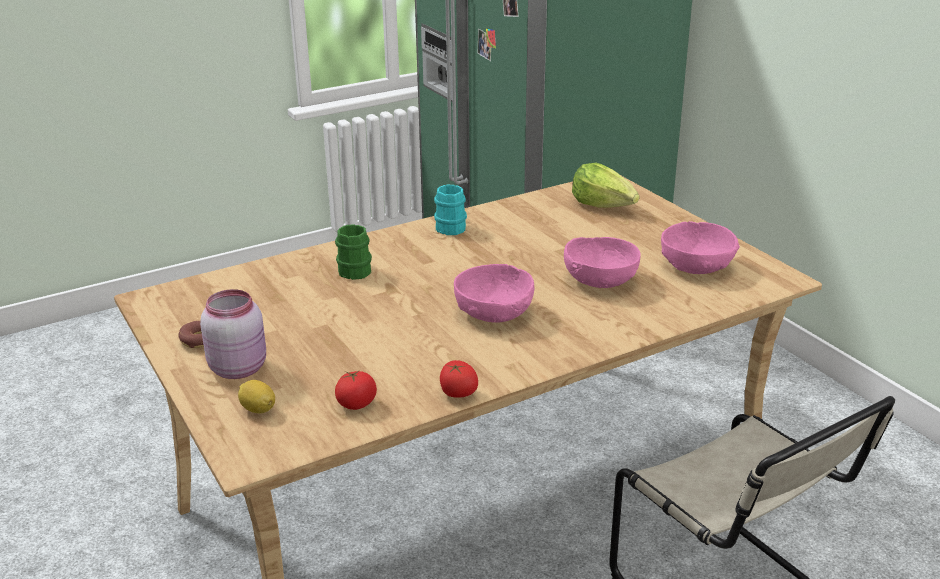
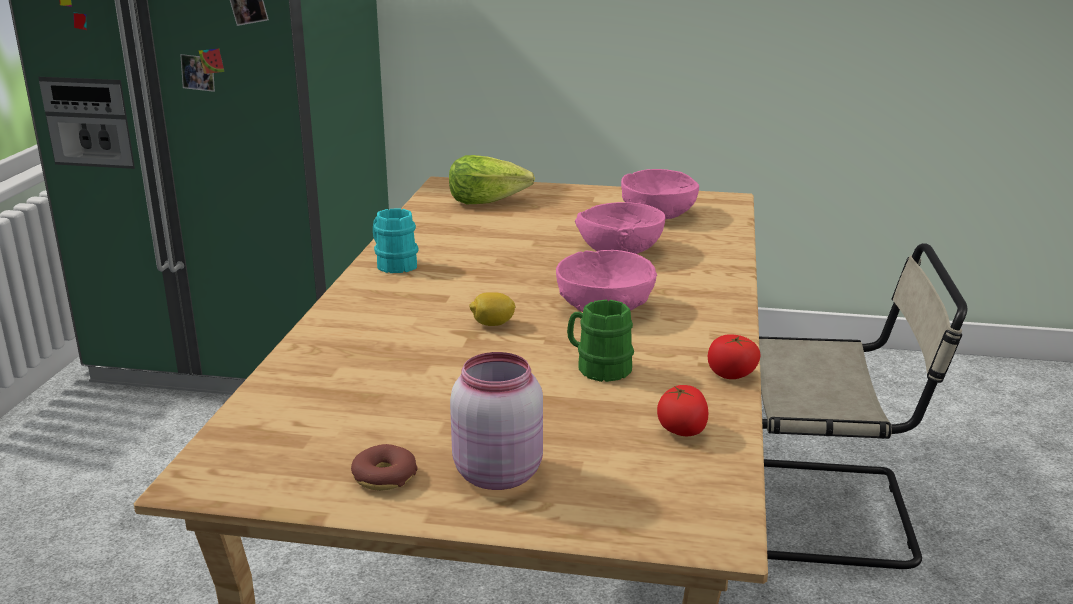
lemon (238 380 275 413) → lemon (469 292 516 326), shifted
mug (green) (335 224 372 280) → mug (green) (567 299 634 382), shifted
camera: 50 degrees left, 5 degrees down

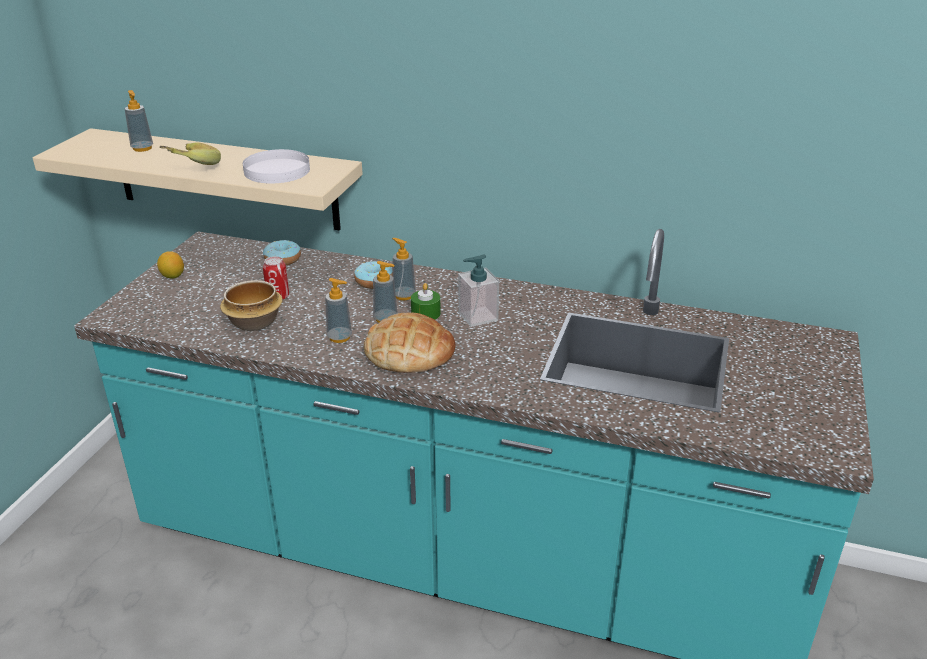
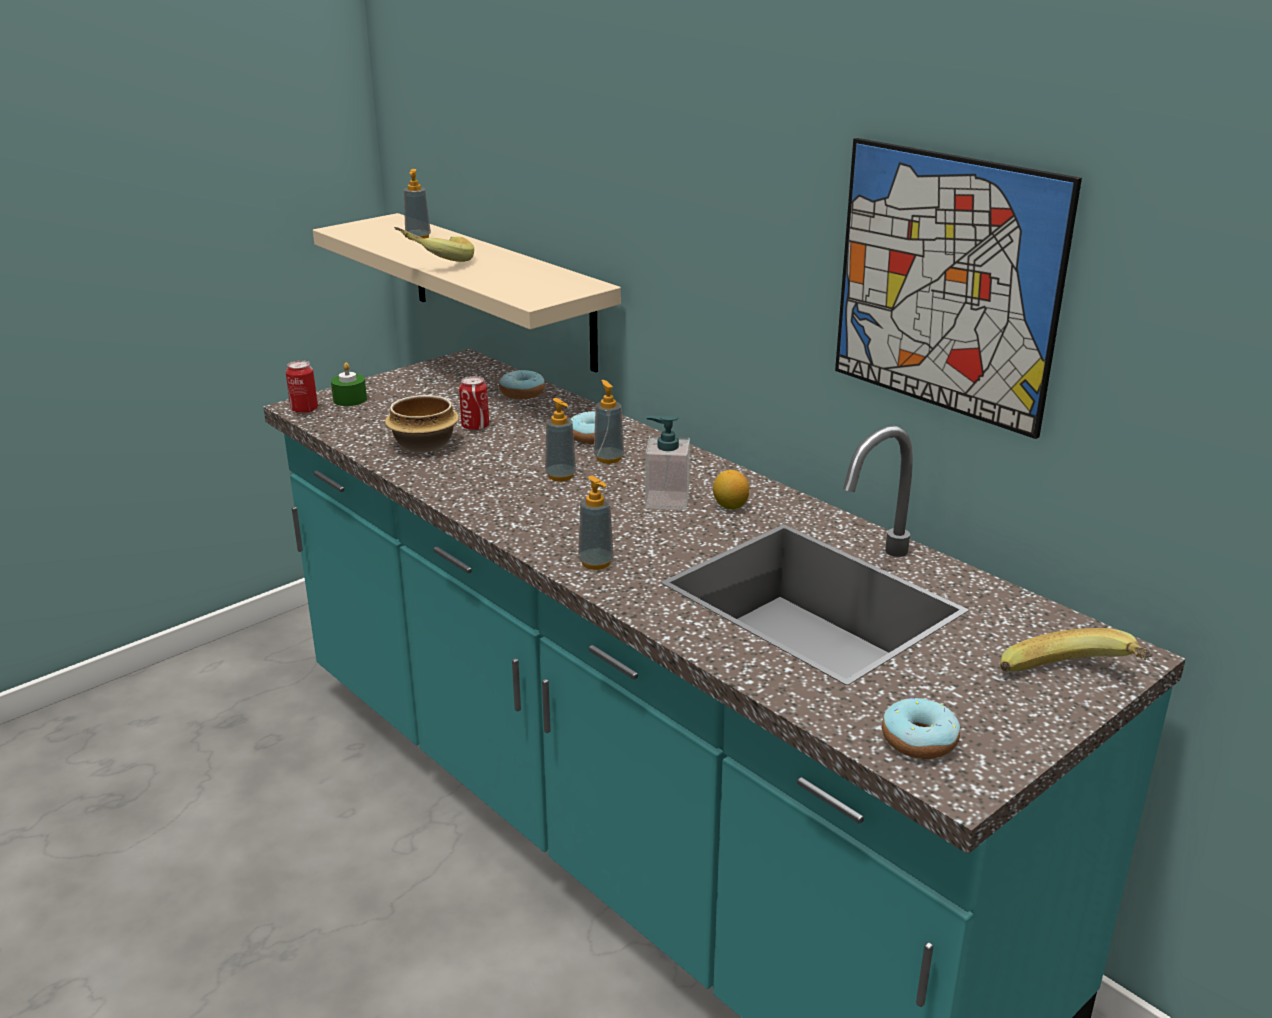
lemon (157 251 184 278) → lemon (713 470 749 510), shifted
plate (white) (243 149 310 183) → -
soap dispenser (325 278 352 343) → soap dispenser (578 475 614 570), shifted
bread (364 312 455 373) → -
candle (green) (411 283 441 320) → candle (green) (331 362 367 406), shifted
- → can (286 360 318 414)
- → picture (835 138 1082 439)
- → donut (882 697 960 759)
- → banana (1000 628 1153 672)
camera: 30 degrees right, 5 degrees down

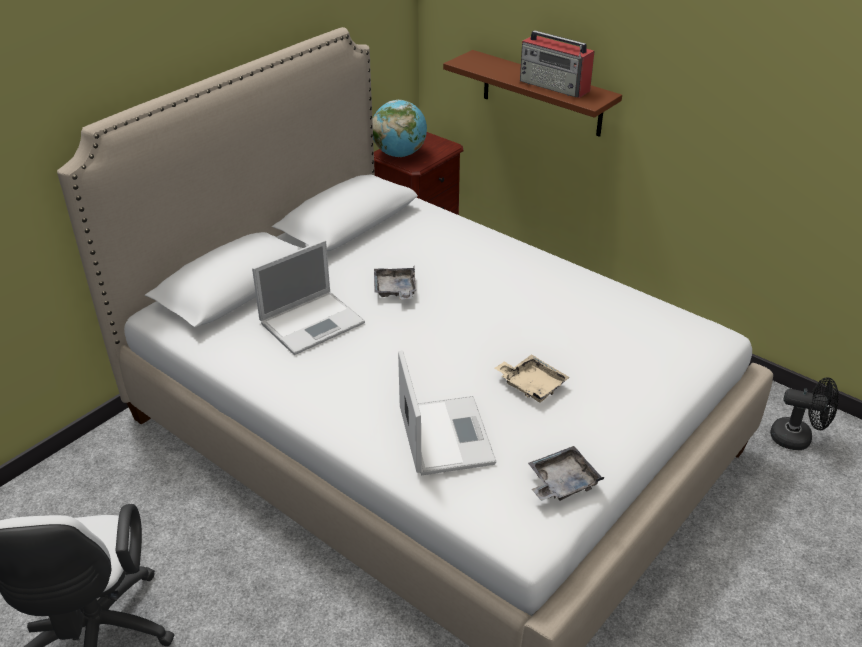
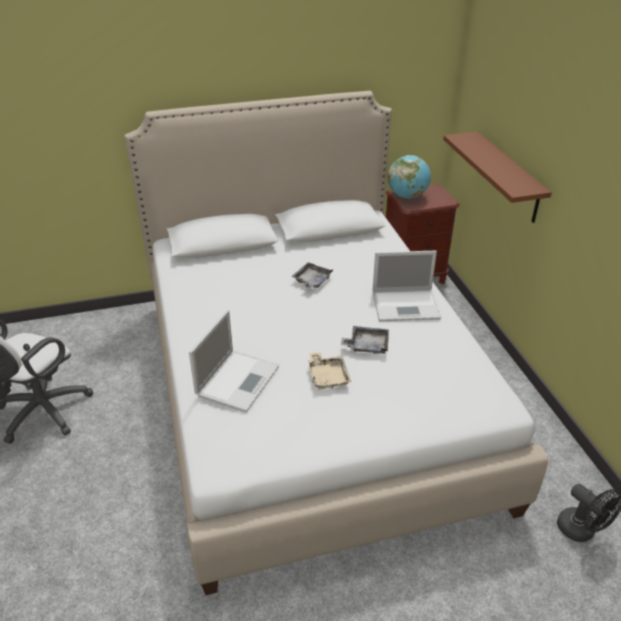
laptop (252 240 365 355) → laptop (373 250 441 321), shifted
radio (520 30 594 98) → -
tray (grey) (528 446 605 501) → tray (grey) (341 326 389 354), shifted
camera: 35 degrees right, 0 degrees up

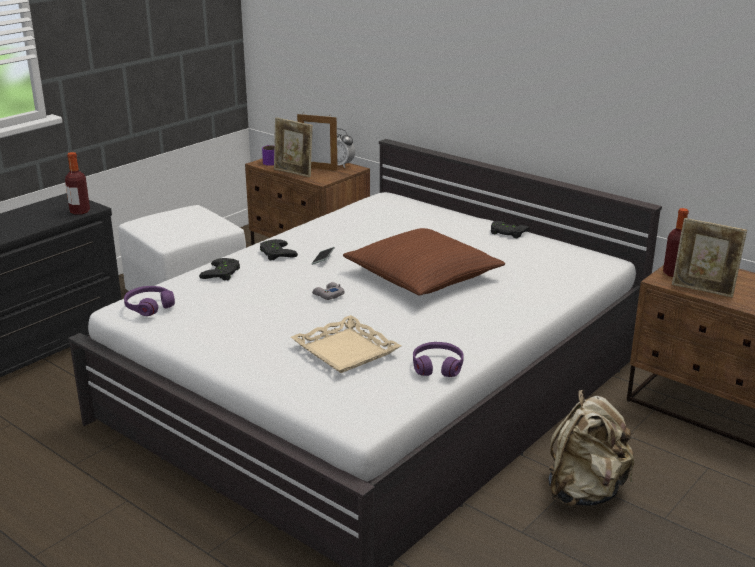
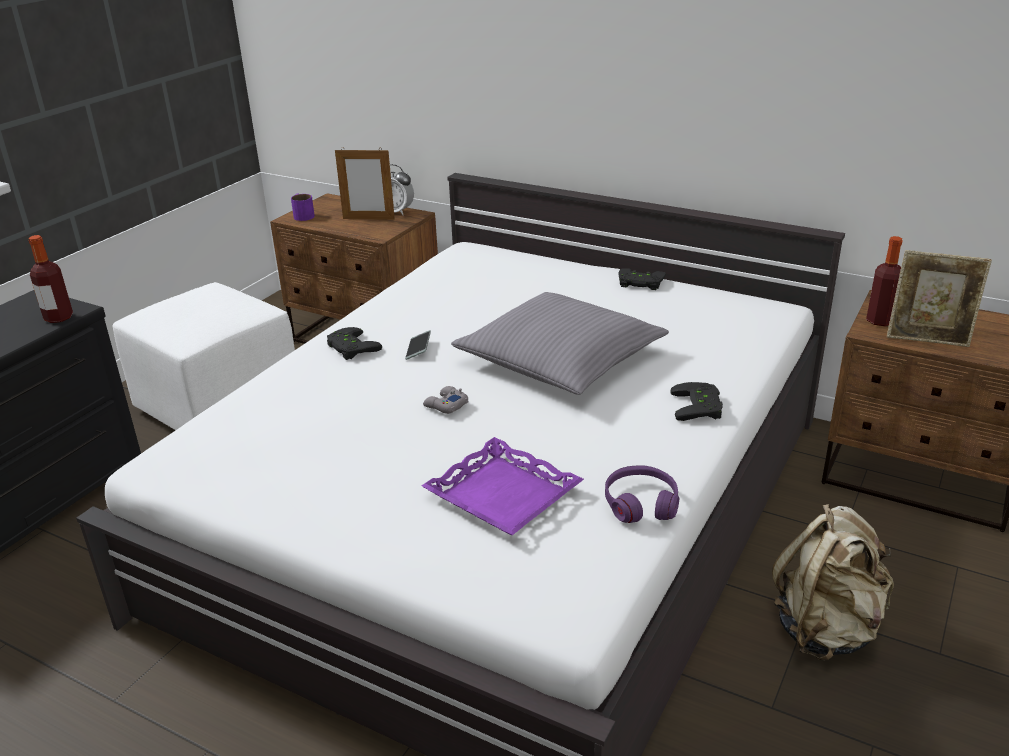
headphones (purple) (124 286 175 316) → -
game controller (black) (199 258 240 280) → game controller (black) (671 382 723 421), shifted
picture frame (274 117 313 177) → -
tray (beige) (291 315 401 373) → tray (purple) (421 437 584 535)
pillow (brown) (343 228 505 295) → pillow (grey) (451 292 669 395)
camera: 10 degrees left, 5 degrees up

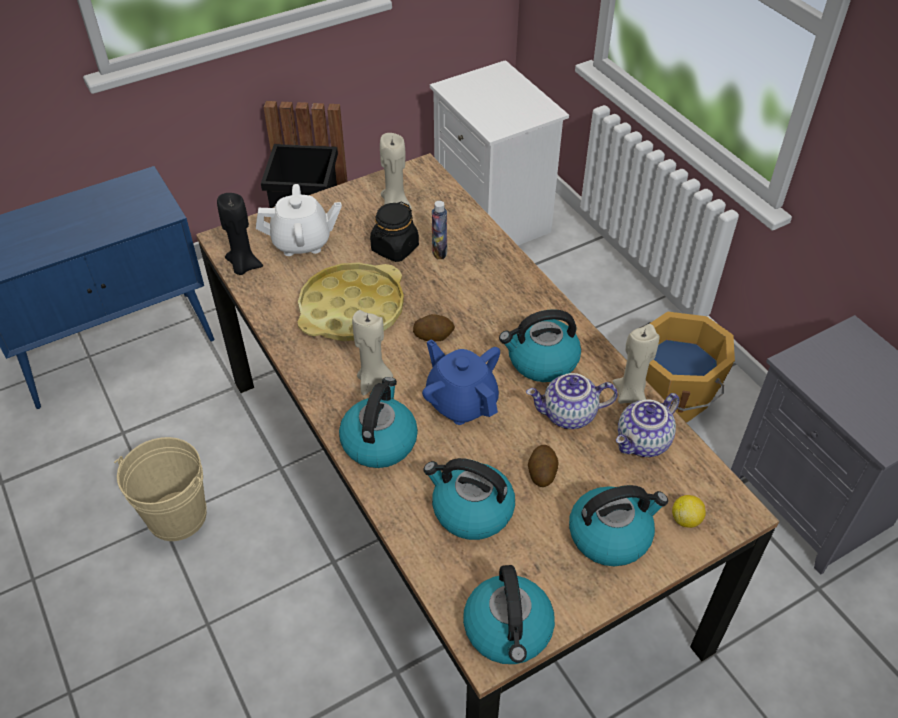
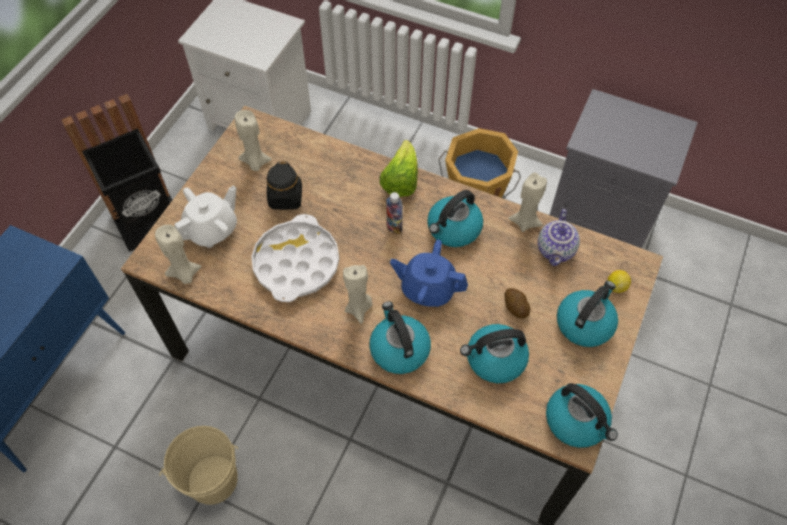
candle (black) (217 193 263 275) → candle (beige) (155 224 201 284)
tray (yellow) (298 262 404 341) → tray (white) (251 214 339 302)
potato (413 314 455 342) → -
bottle (432 201 447 259) → bottle (386 192 403 234), shifted
teapot (526 373 618 429) → -
- → lettuce (380 140 418 197)
camera: 35 degrees left, 10 degrees up

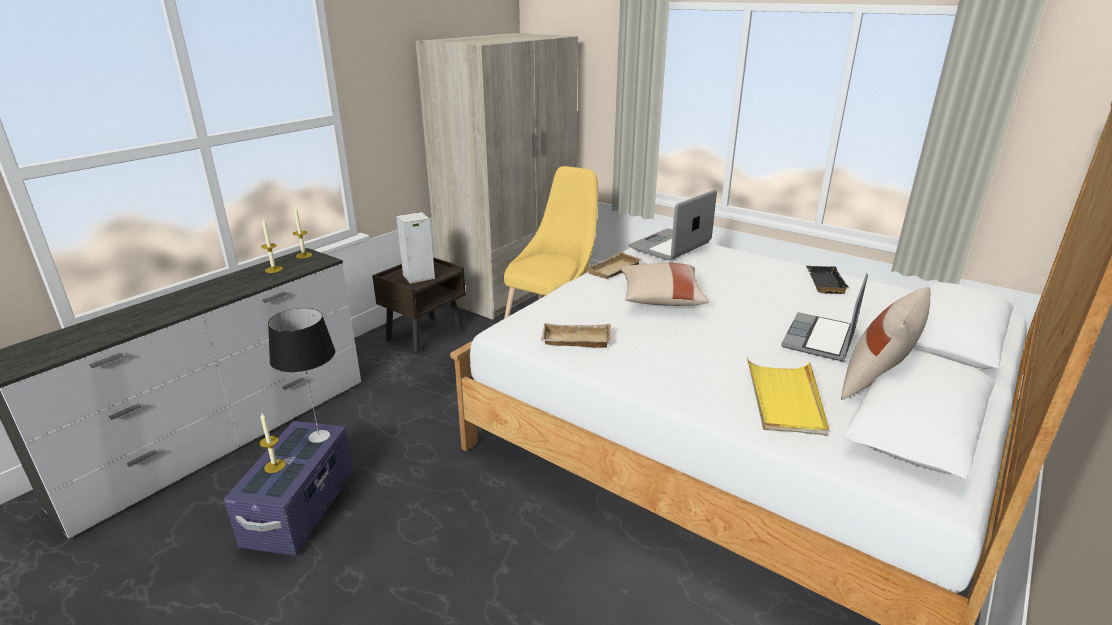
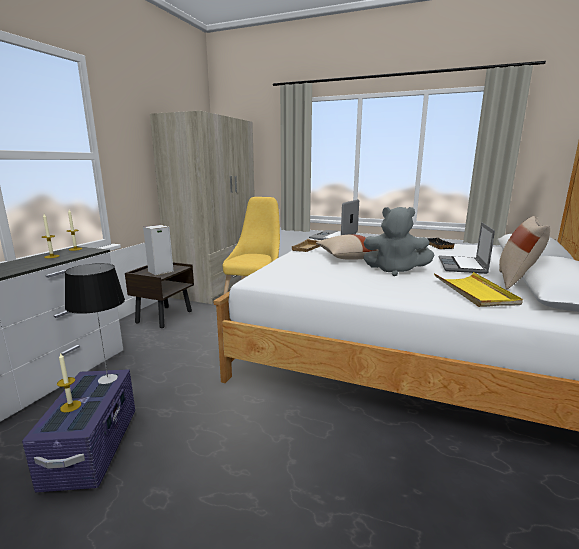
tray (beige) (541 323 611 348) → -
- → plush toy (grey) (363 207 434 276)
camera: 15 degrees left, 10 degrees down

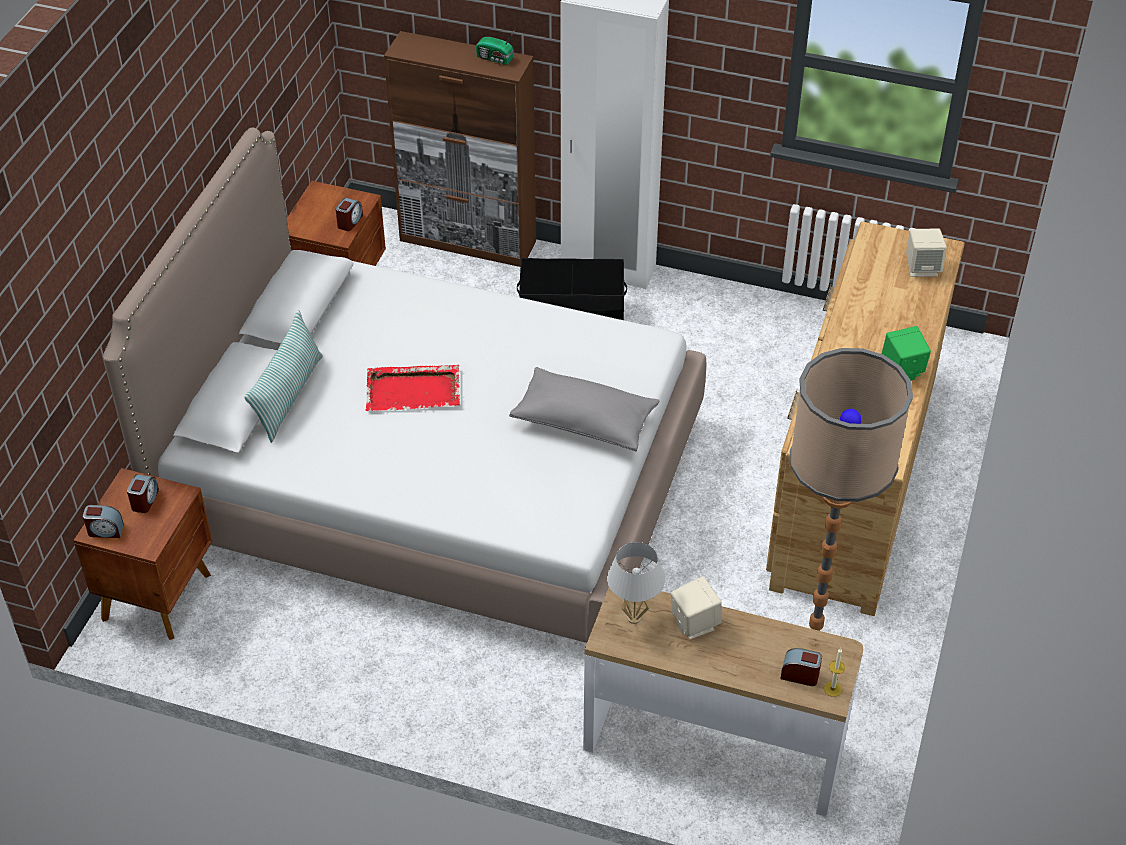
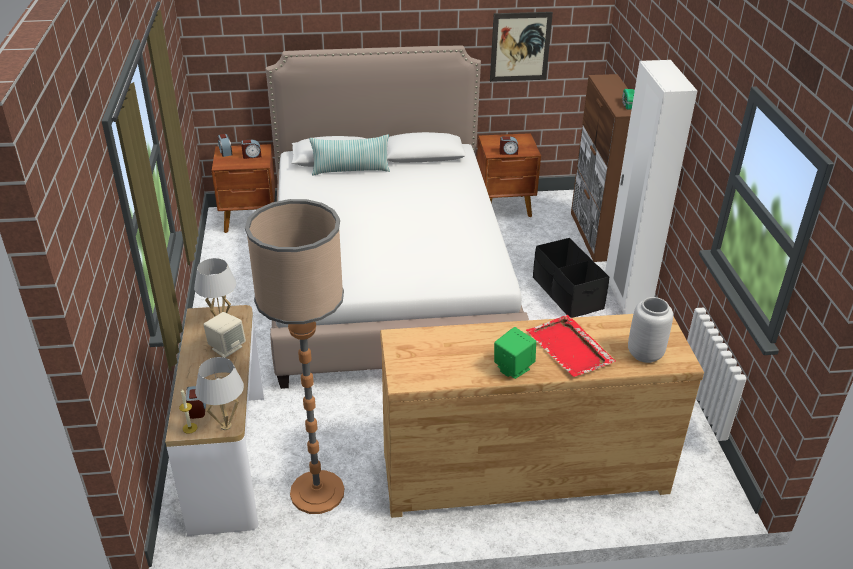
tray (red) (366 365 460 411) → tray (red) (526 315 616 377), shifted
pillow (grey) (509 367 659 451) → -
speaker (beige) (906 228 947 277) → vase (grey) (628 297 673 363)
- → table lamp (white) (195 357 244 430)
- → picture (490 12 553 82)
camera: 65 degrees right, 10 degrees down

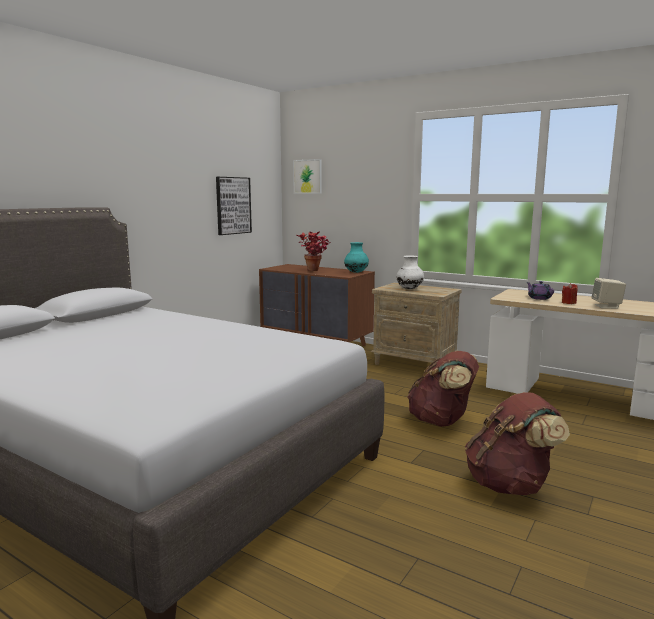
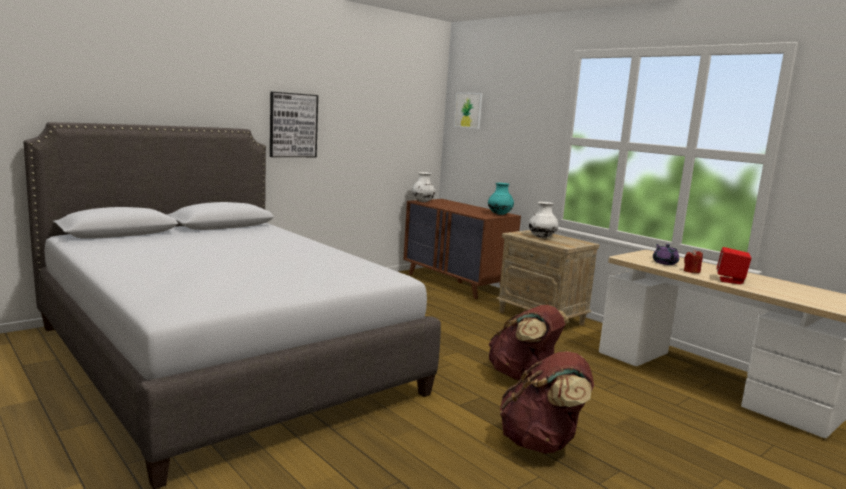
picture (216 177 252 235) → picture (270 92 318 157), shifted
potted plant (297 231 332 271) → -
speaker (beige) (591 278 626 309) → speaker (red) (716 247 751 284)
- → vase (white) (412 172 436 202)
camera: 15 degrees right, 0 degrees up

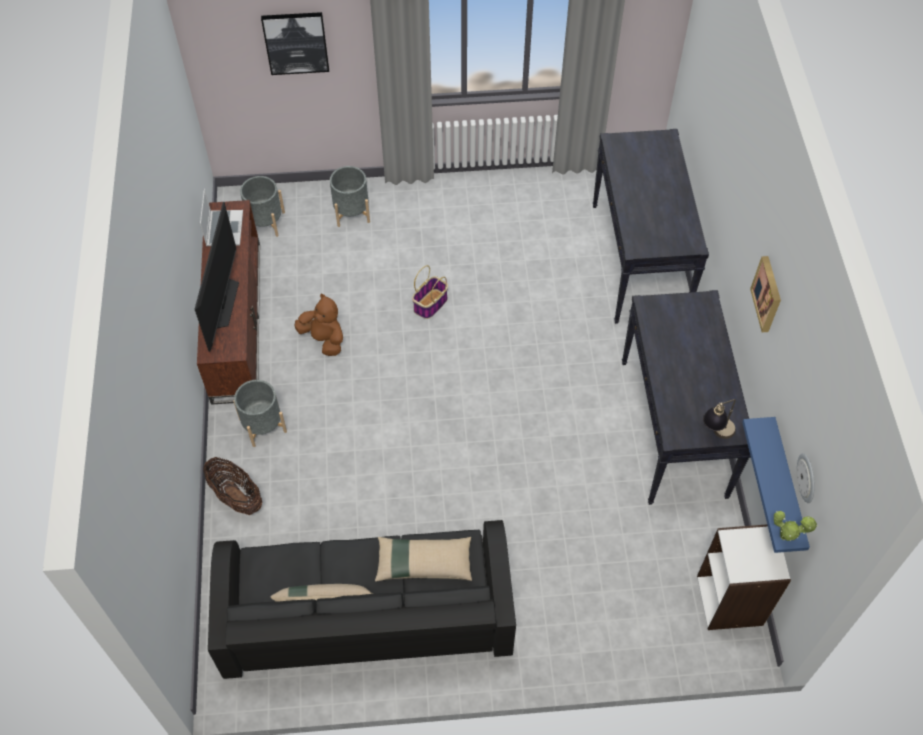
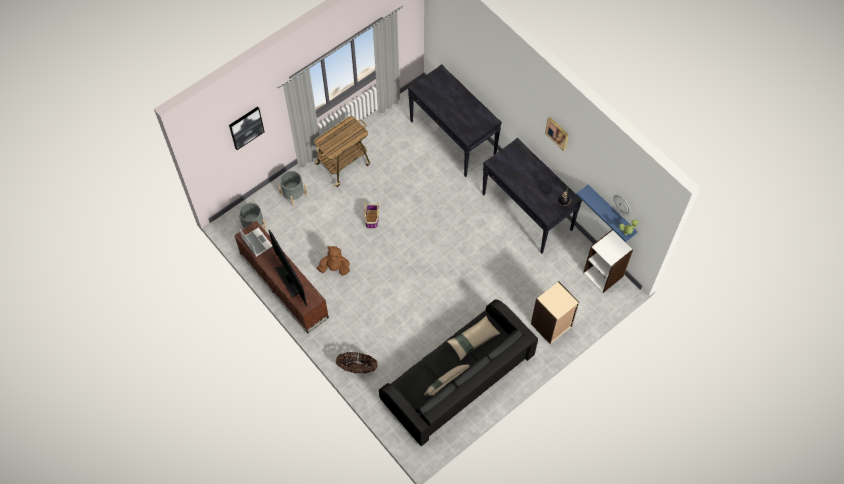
planter (grey) (233 380 287 447) → -
- → cart (313 116 370 187)
- → bookcase (beige) (531 281 579 344)
camera: 35 degrees left, 5 degrees up

